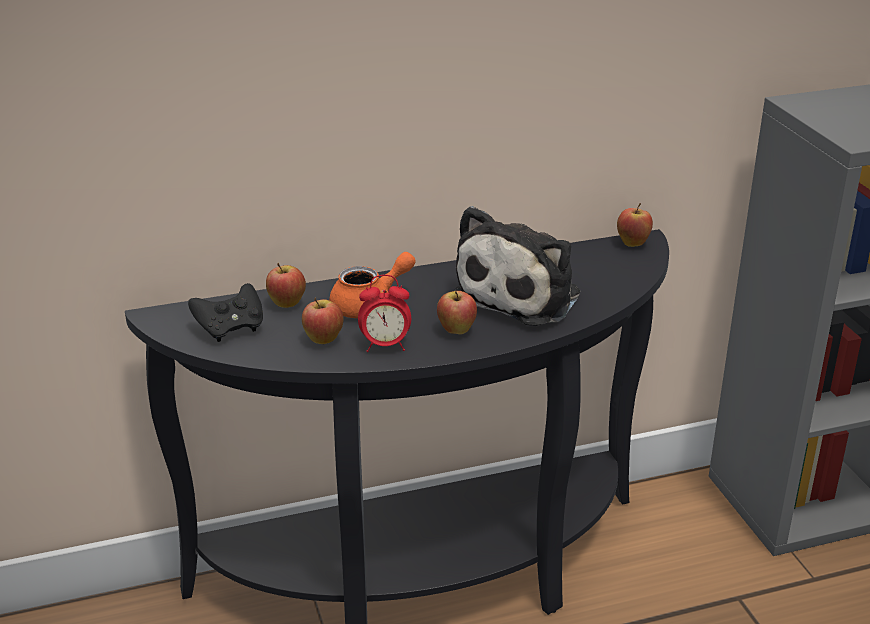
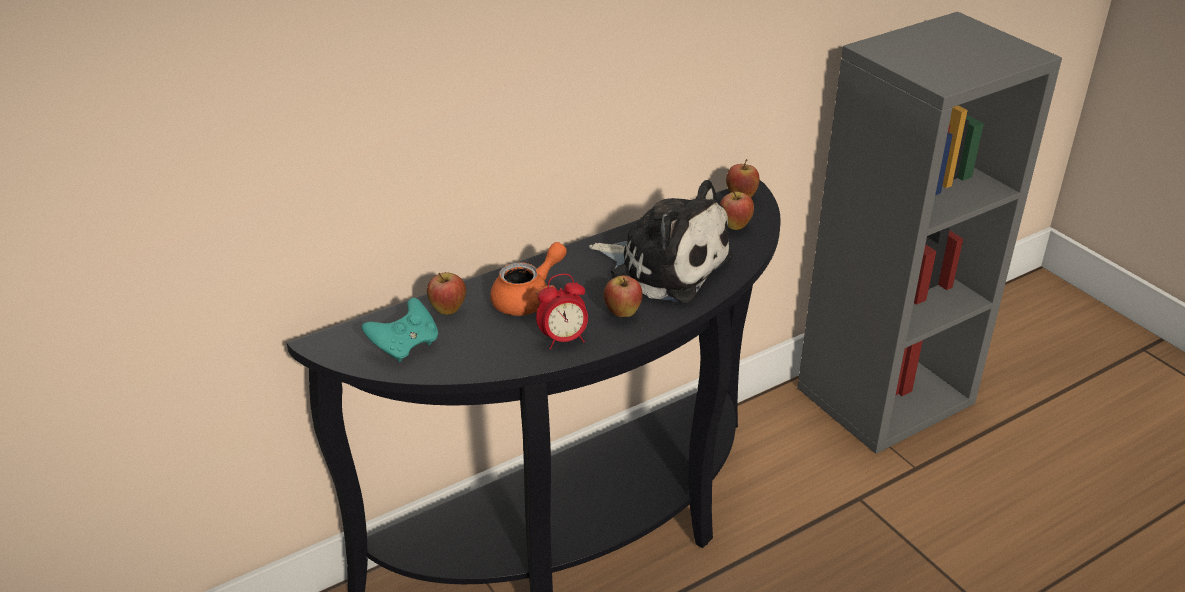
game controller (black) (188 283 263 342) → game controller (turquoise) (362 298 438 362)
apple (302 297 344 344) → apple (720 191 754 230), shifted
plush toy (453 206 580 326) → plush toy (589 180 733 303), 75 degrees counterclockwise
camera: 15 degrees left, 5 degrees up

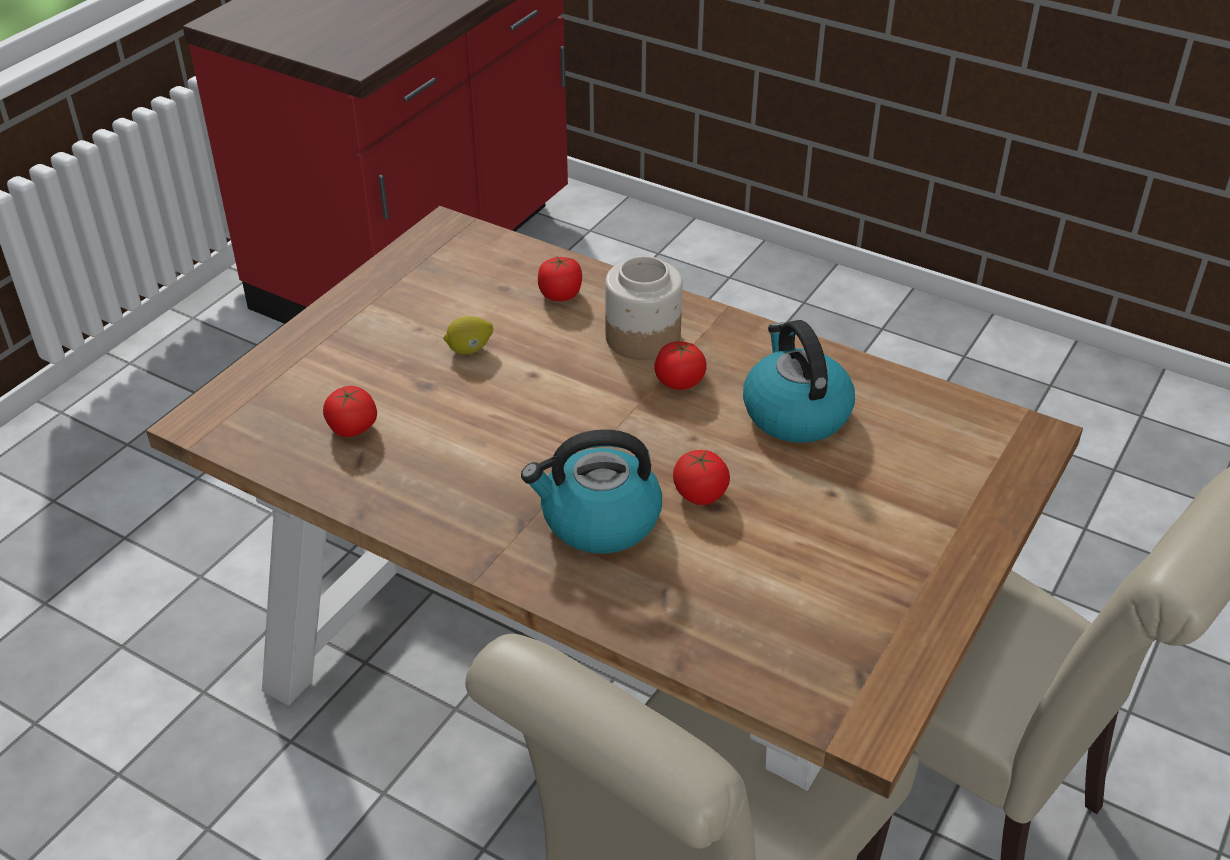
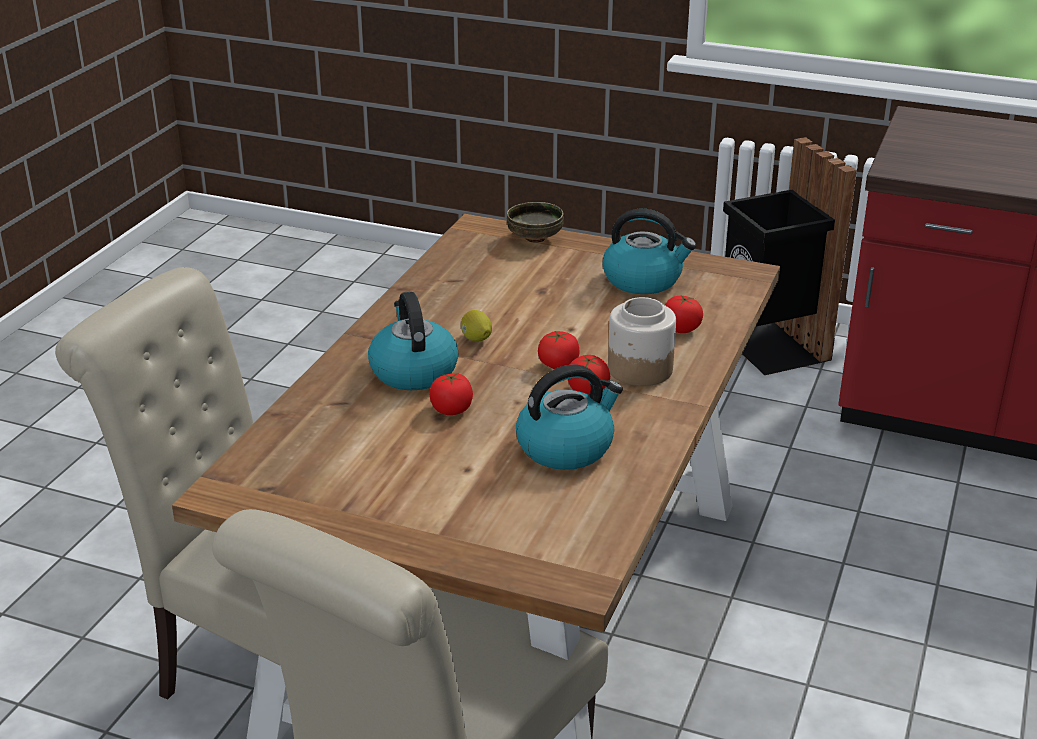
tomato (323 386 377 437) → tomato (538 331 579 369), shifted
lemon (444 316 493 354) → lemon (461 310 492 341), shifted
- → bowl (507 202 564 243)
- → kettle (602 209 696 294)
- → trash can (black) (723 137 857 375)
camera: 80 degrees right, 10 degrees down

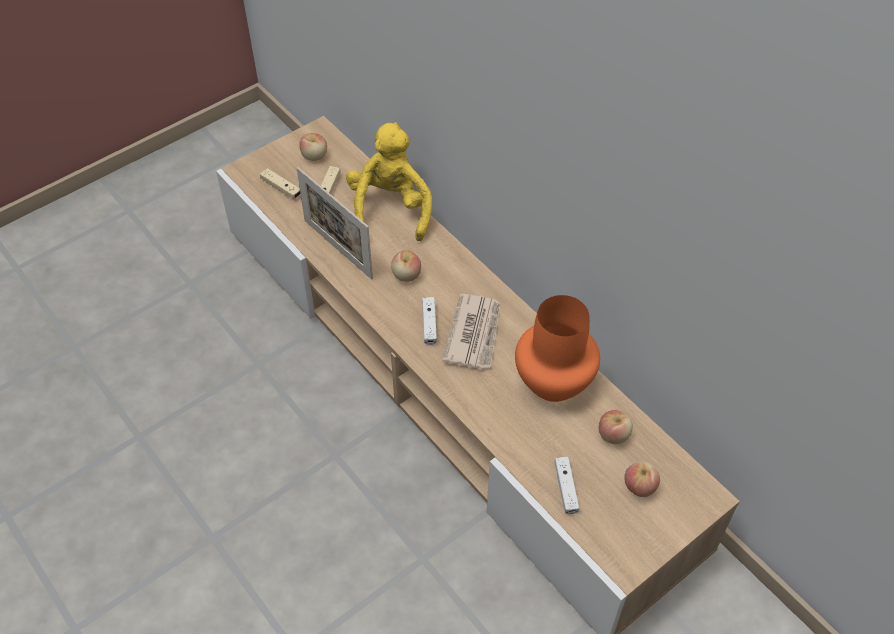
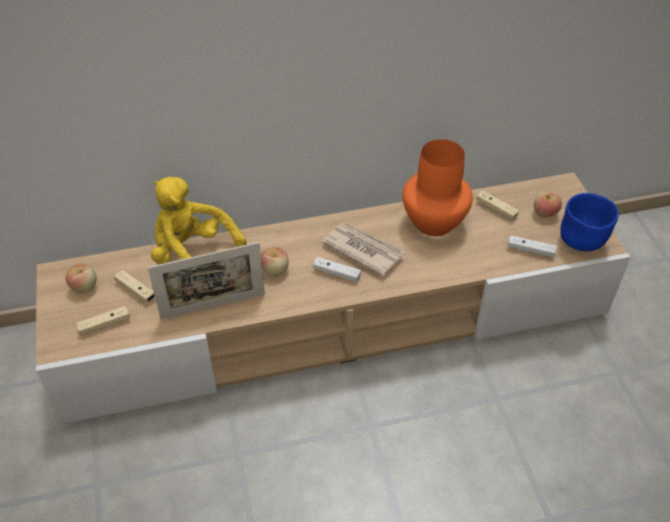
apple (599 410 633 444) → game controller (beige) (476 190 519 221)
- → bowl (blue) (560 193 619 251)
camera: 65 degrees left, 5 degrees down

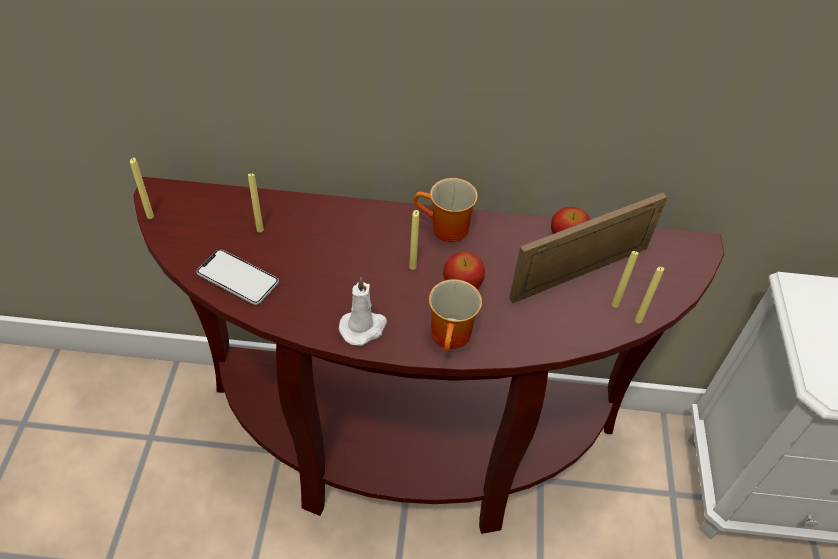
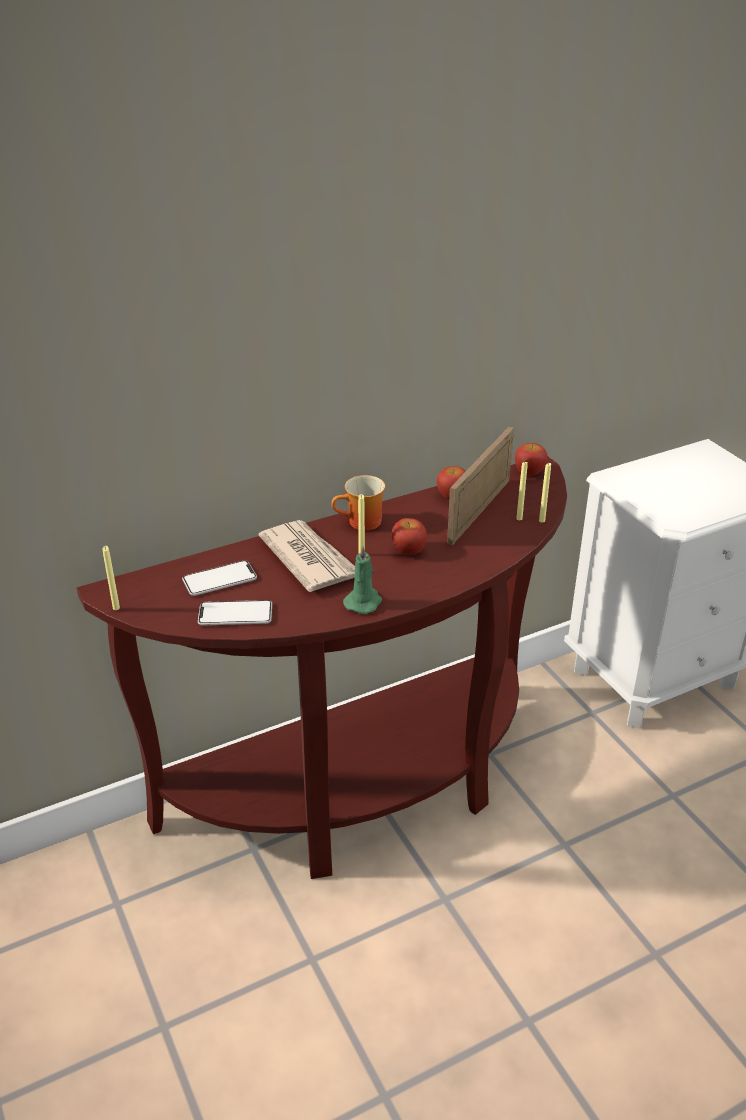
candle (yellow) (248 173 264 233) → phone (182 561 257 596)
candle (white) (339 277 387 346) → candle (green) (343 545 382 614)
mug (429 279 482 351) → -
- → newspaper (259 520 355 592)
- → apple (515 443 548 476)
camera: 30 degrees left, 15 degrees down

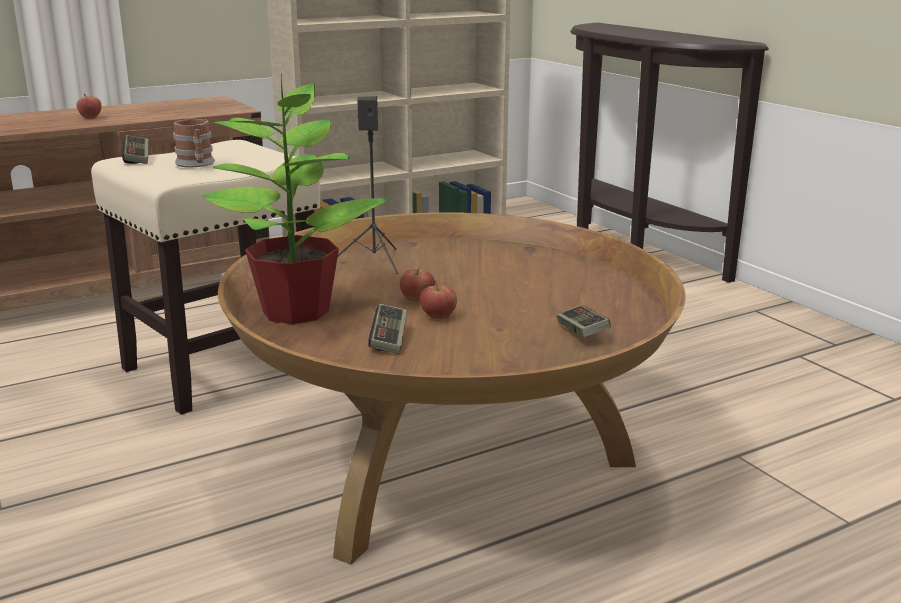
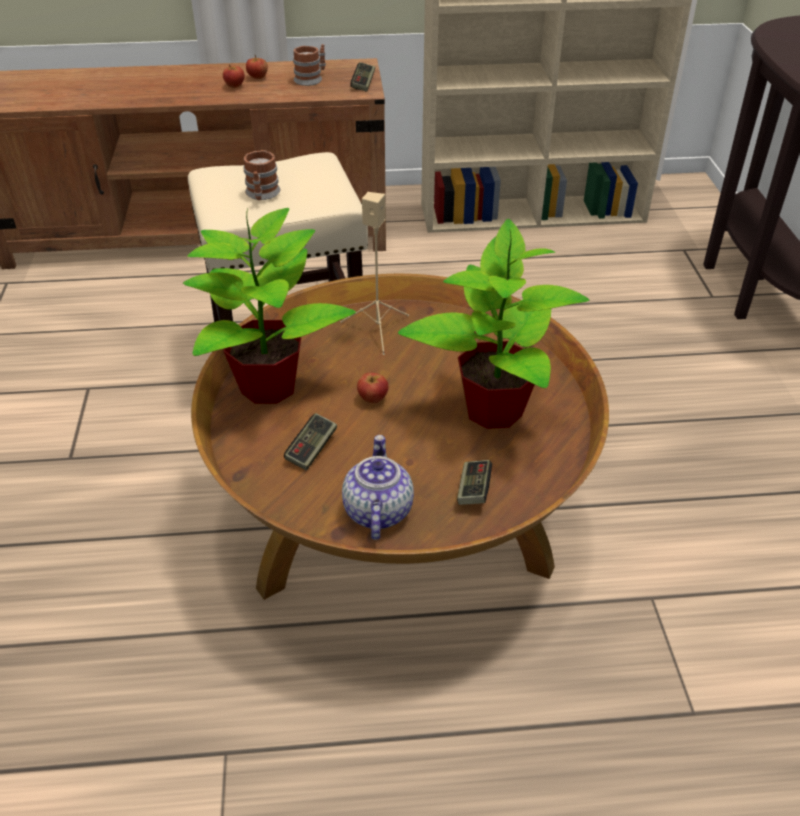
game controller (122 135 149 164) → game controller (350 62 375 92), shifted
speaker (black) (338 96 399 274) → speaker (beige) (340 192 409 355)
apple (419 281 457 319) → apple (246 55 268 79), shifted
- → mug (293 44 326 86)
- → teapot (342 435 414 540)
- → potted plant (398 219 589 429)
camera: 25 degrees right, 20 degrees up

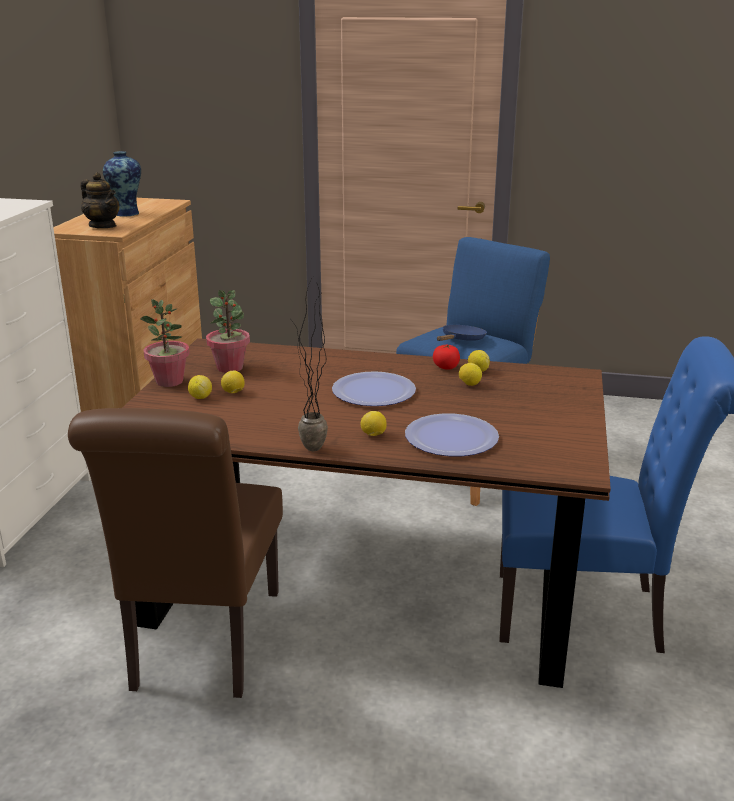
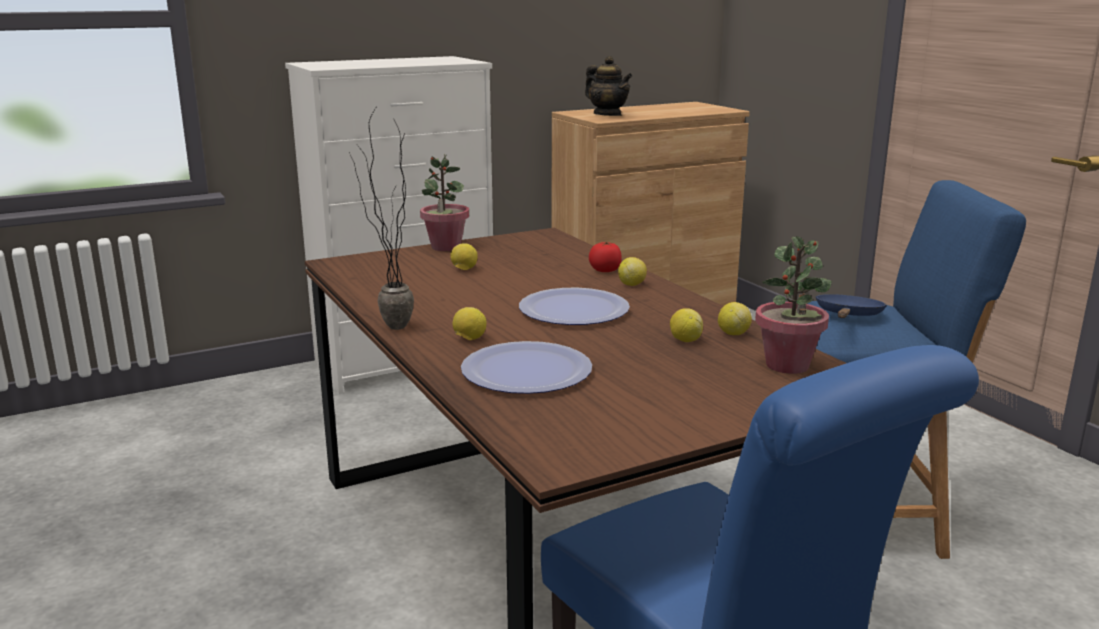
chair (brown) (68 408 283 698) → -
teapot (80 172 120 228) → teapot (585 56 633 116), 45 degrees counterclockwise
vase (103 151 141 217) → -
lemon (188 375 212 399) → lemon (618 257 647 286), shifted
potted plant (206 290 250 373) → potted plant (755 236 832 374), shifted
tomato (433 344 460 370) → tomato (589 242 622 272), shifted
frying pan (blue) (437 325 487 341) → frying pan (blue) (815 294 887 318), 60 degrees counterclockwise
camera: 50 degrees right, 5 degrees down

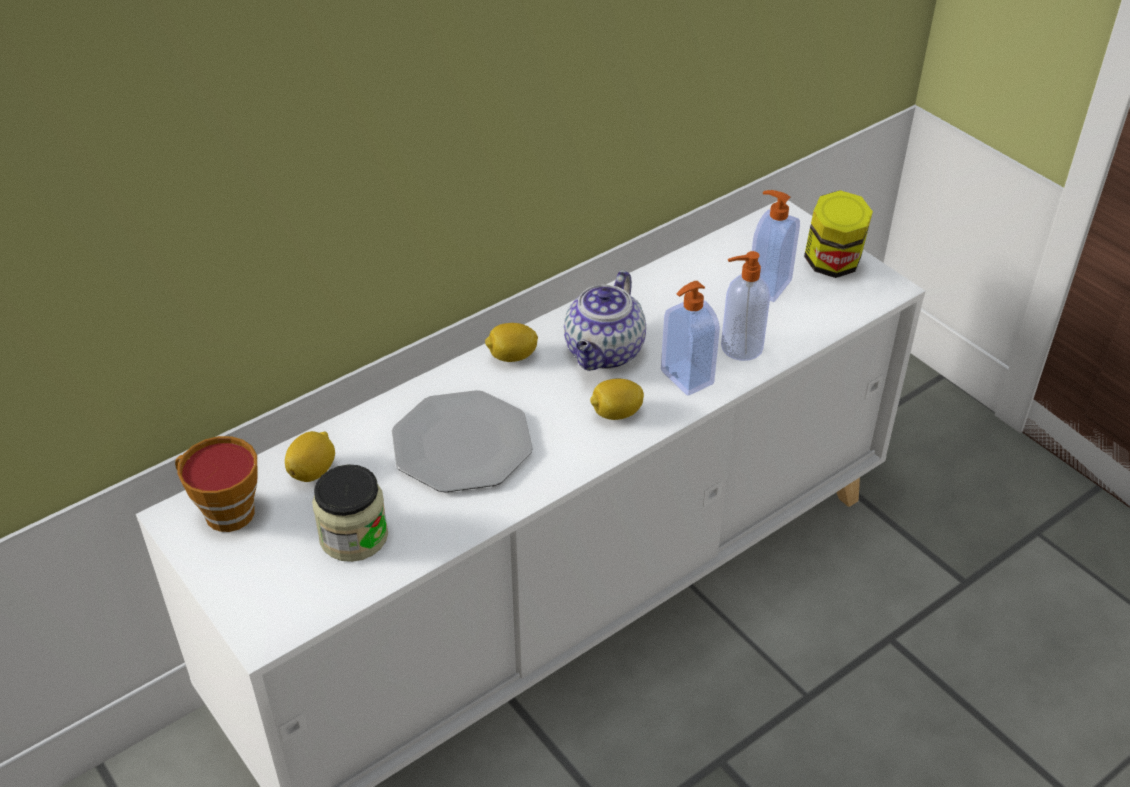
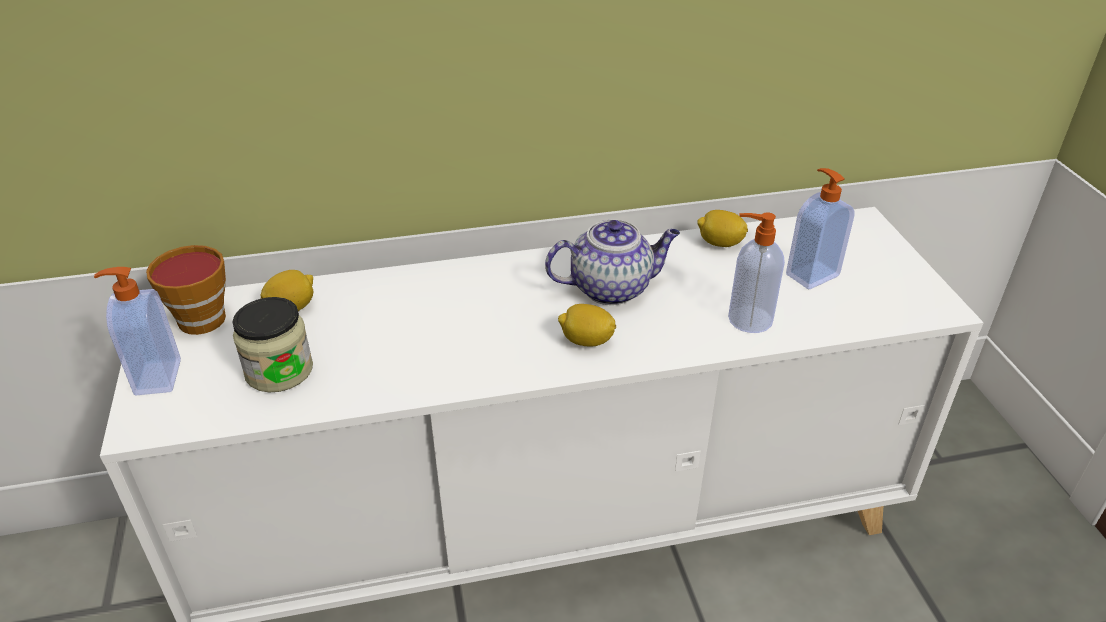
plate (392 390 533 493) → -
lemon (485 323 538 362) → lemon (697 210 748 247), shifted
teapot (564 270 646 371) → teapot (545 220 680 305), 150 degrees counterclockwise
soap dispenser (661 281 720 396) → soap dispenser (94 267 181 396), shifted
jar (804 190 873 278) → -
camera: 25 degrees right, 5 degrees down

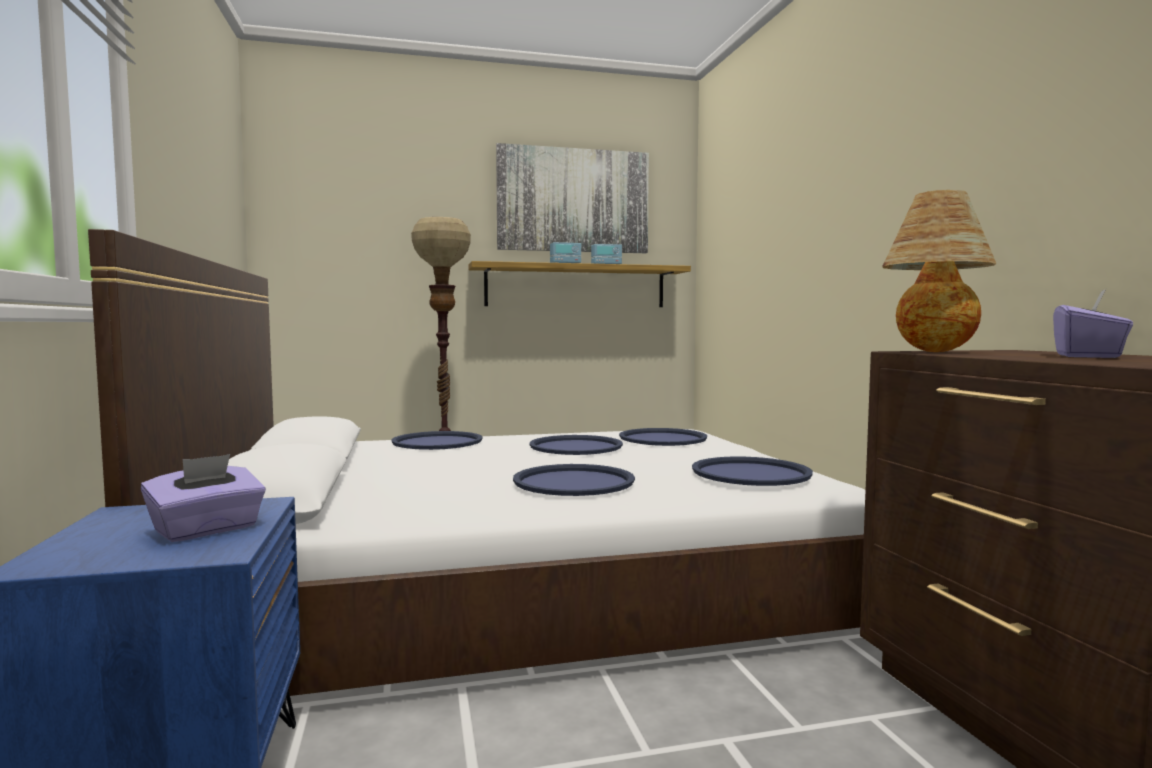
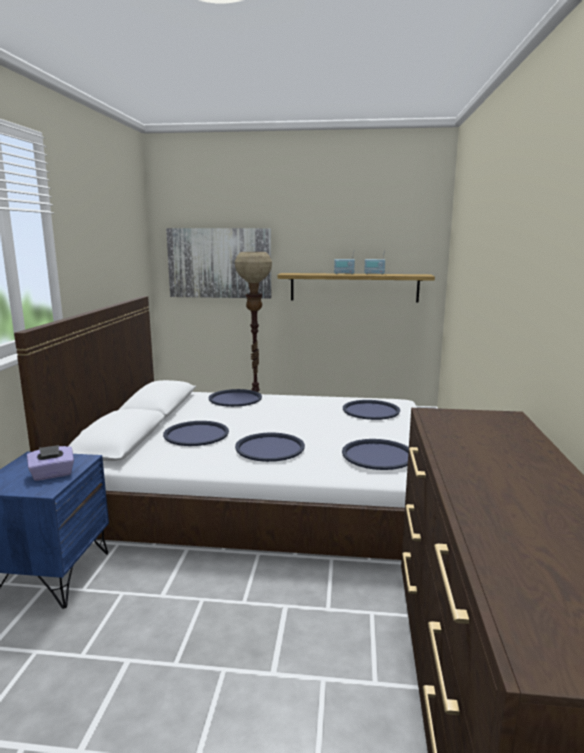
picture (496 143 649 253) → picture (166 228 271 298), shifted
tray (blue) (530 435 623 455) → tray (blue) (163 421 229 446), shifted
table lamp (882 190 996 352) → -
tissue box (purple) (1053 289 1133 358) → -
camera: 20 degrees right, 10 degrees up

